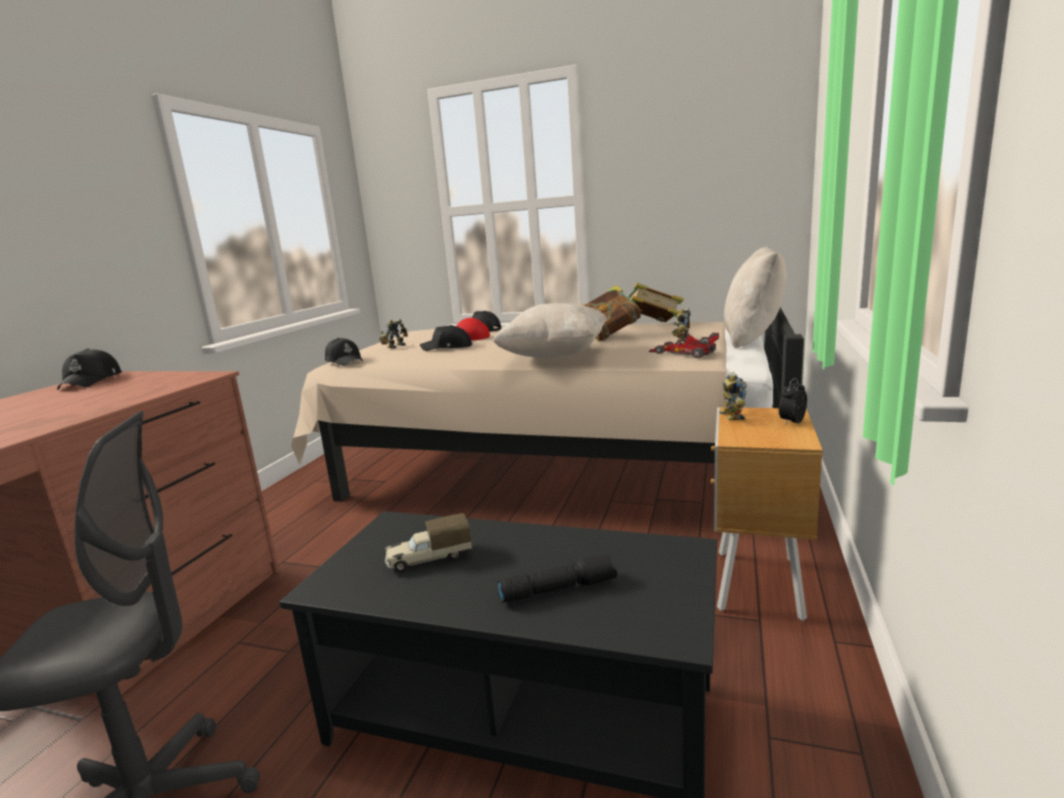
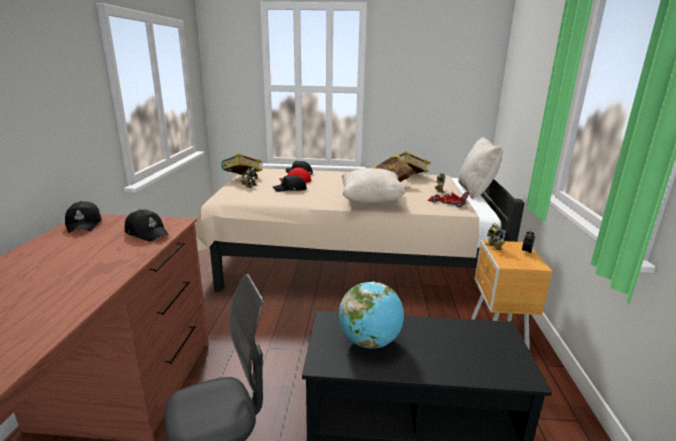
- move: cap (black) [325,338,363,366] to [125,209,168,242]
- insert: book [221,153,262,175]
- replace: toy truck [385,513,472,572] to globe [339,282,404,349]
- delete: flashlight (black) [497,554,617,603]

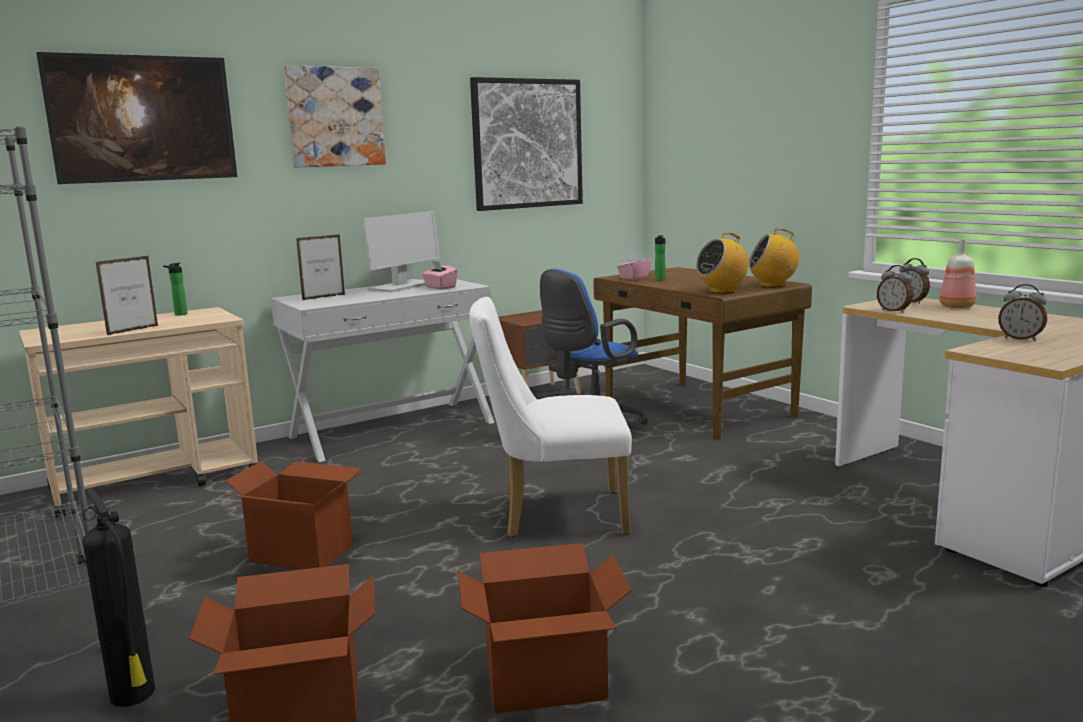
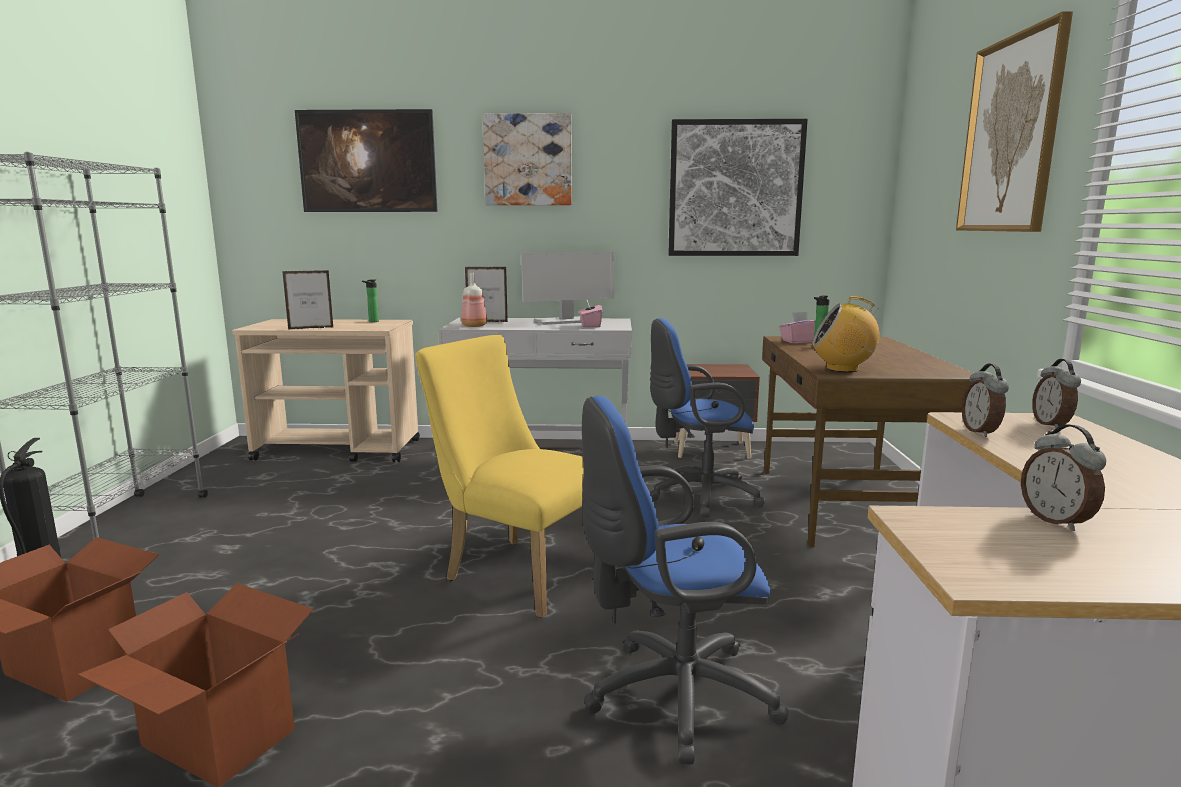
- recolor: chair (white) [469,297,632,537] to chair (yellow) [415,335,584,618]
- move: bottle [939,239,976,308] to [461,273,487,327]
- insert: office chair (blue) [582,396,789,764]
- insert: picture [956,11,1073,232]
- delete: cardboard box [222,461,362,570]
- delete: radio [748,228,799,287]

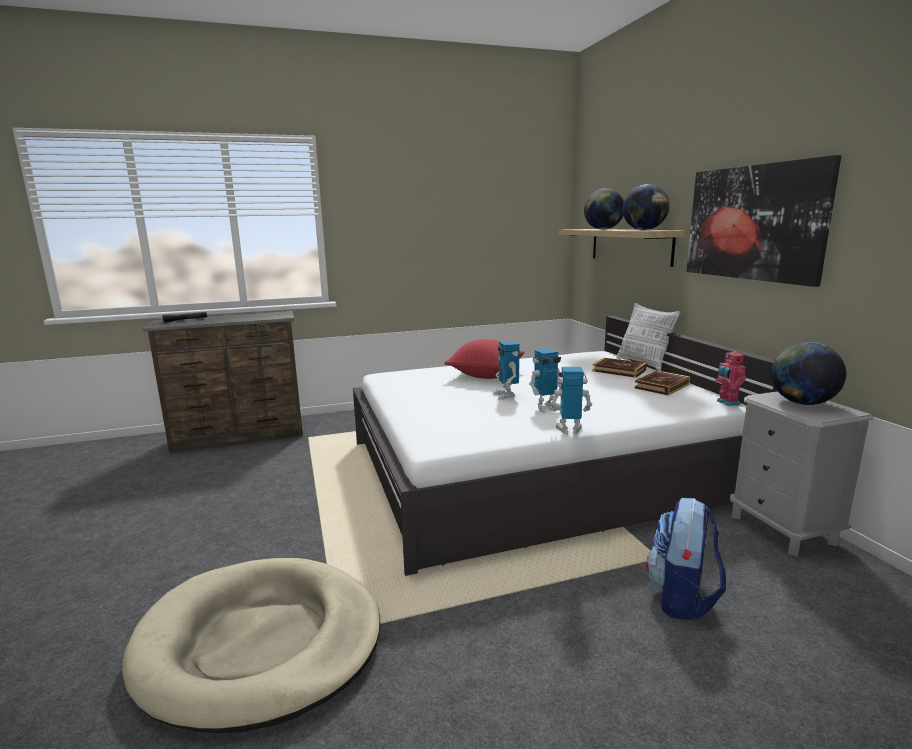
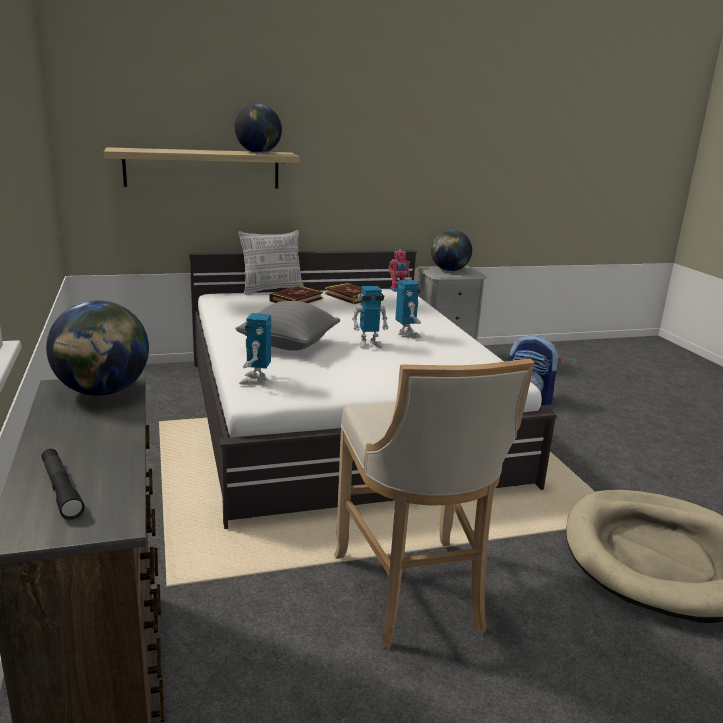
- move: globe [584,188,624,230] to [46,300,149,396]
- recolor: pillow (red) [445,339,524,379] to pillow (grey) [235,301,340,351]
- move: toy robot [549,367,592,434] to [239,313,272,385]
- insert: stool (beige) [334,358,535,648]
- delete: picture [687,155,842,287]

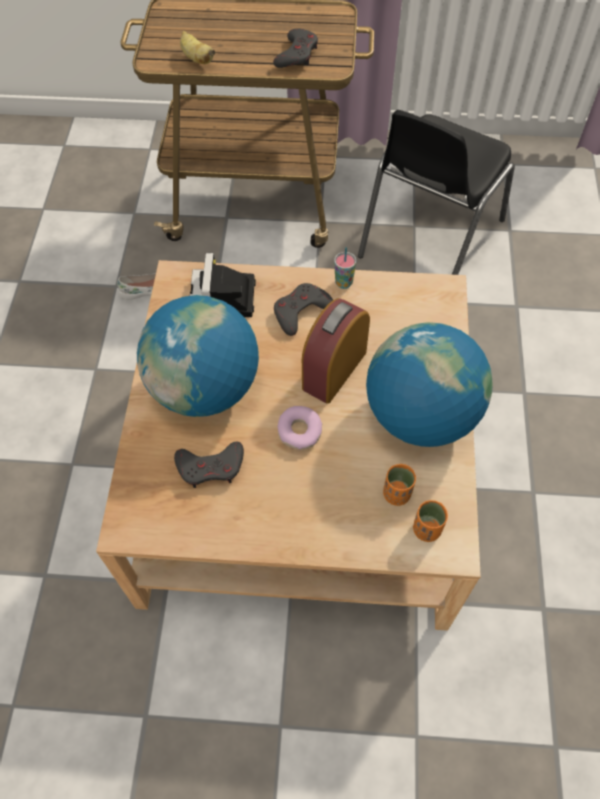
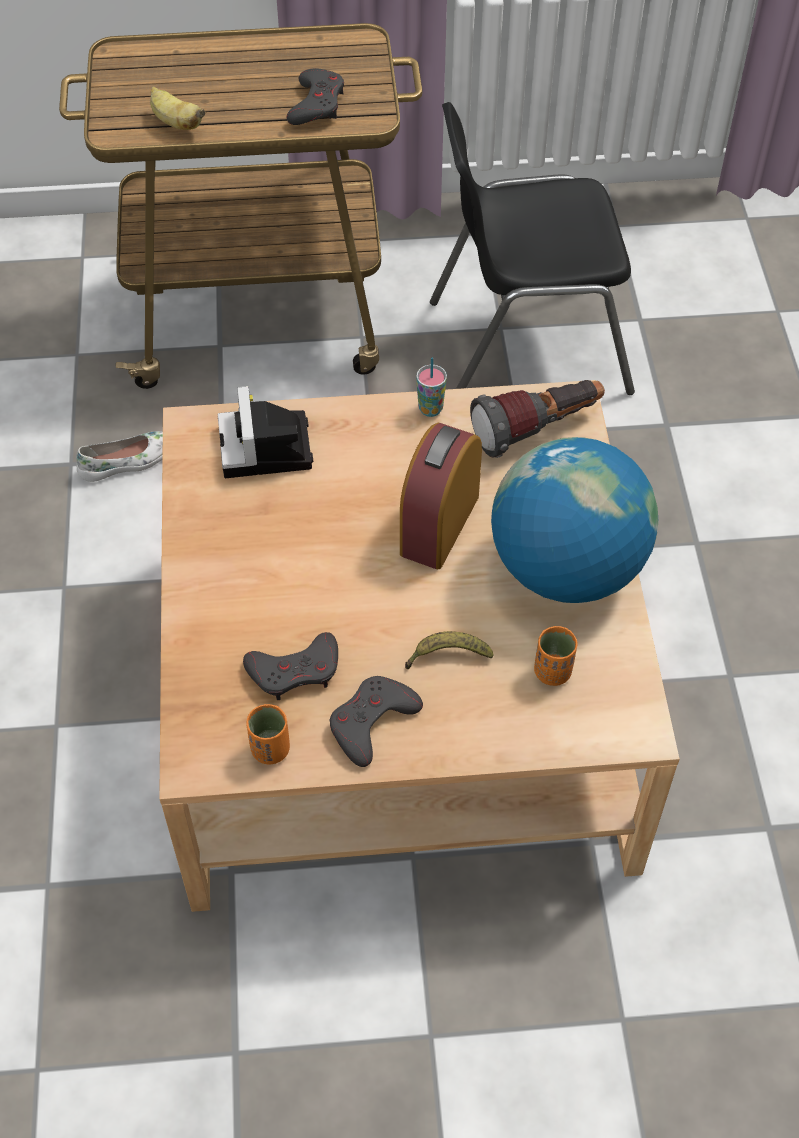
- move: cup (orange) [413,500,448,542] to [246,704,290,764]
- move: game controller (grey) [274,283,333,336] to [329,676,423,767]
- insert: banana [405,631,494,669]
- rotate: chair (black) [358,110,515,275] = [430,102,635,395] 60 degrees clockwise
- insert: flashlight [470,380,605,458]
- delete: globe [137,295,259,417]
- delete: donut [278,406,322,450]

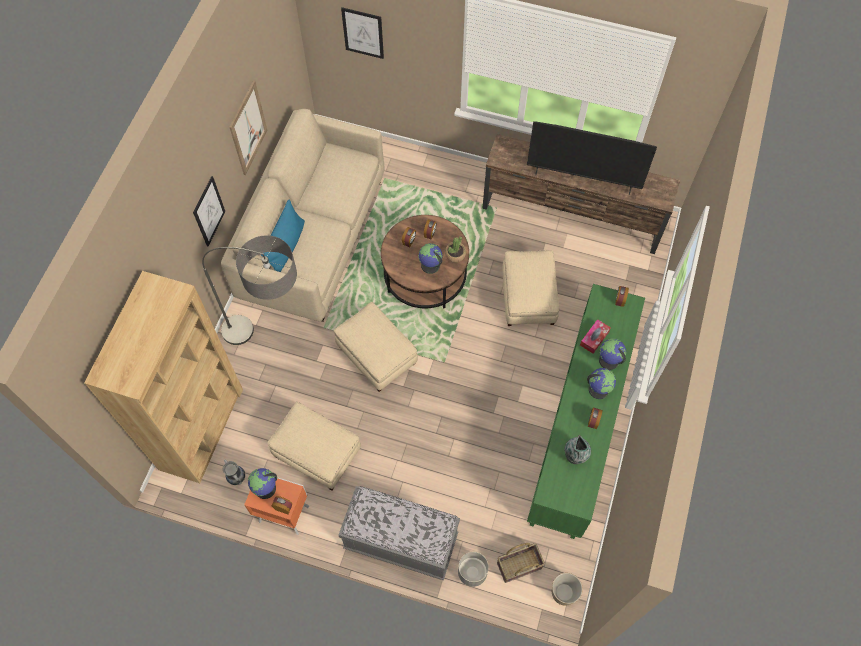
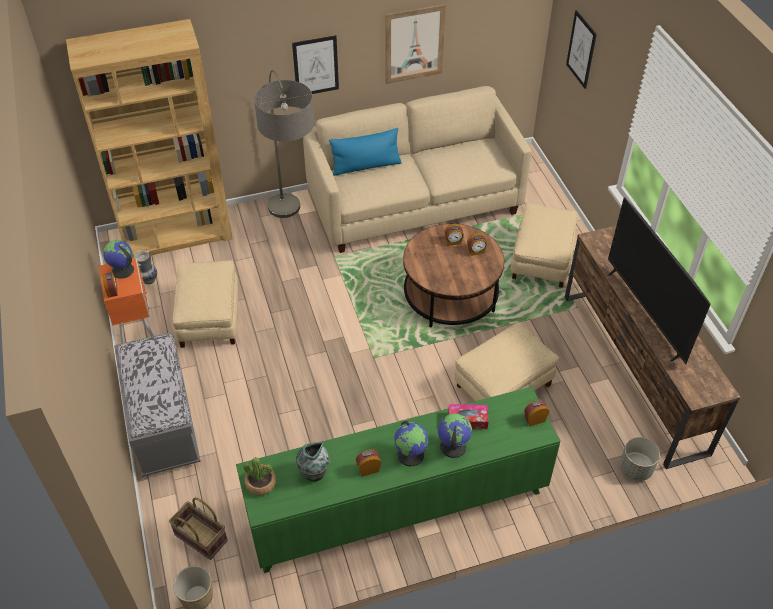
- move: potted plant [445,236,466,262] to [244,457,276,495]
- move: ottoman (beige) [334,302,418,392] to [511,203,578,288]
- move: planter (grey) [458,552,489,587] to [620,437,660,481]
- delete: globe [418,243,443,274]

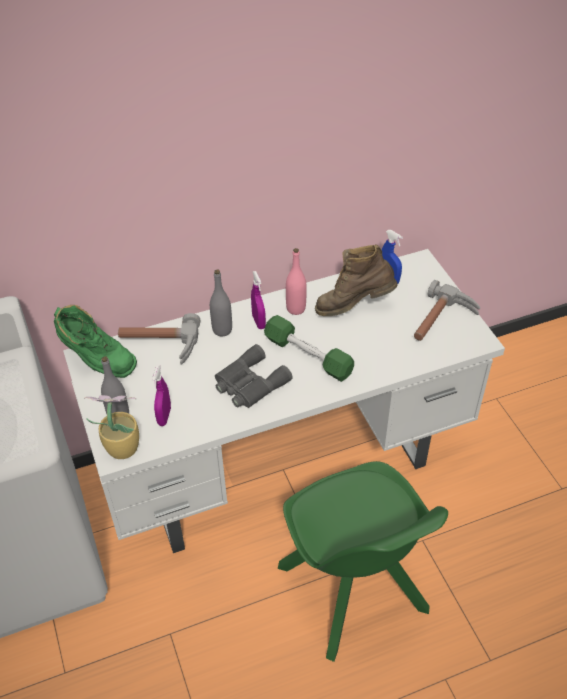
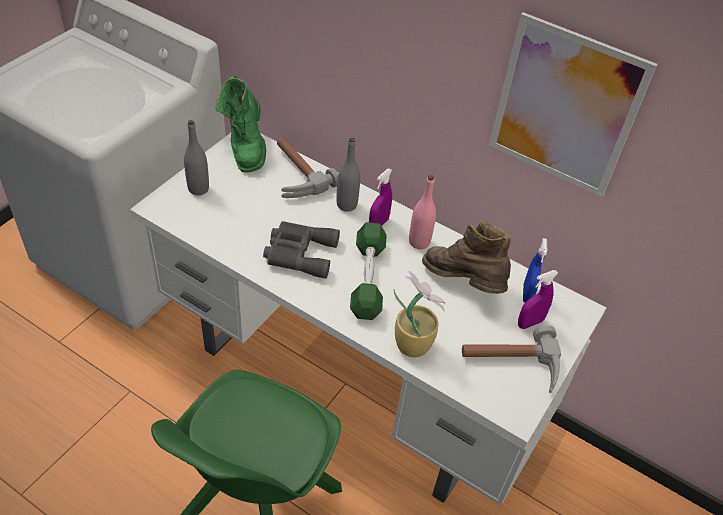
- move: potted plant [84,395,139,459] to [394,271,445,357]
- insert: picture [489,12,657,197]
- move: spray bottle (purple) [152,365,171,426] to [518,270,558,329]

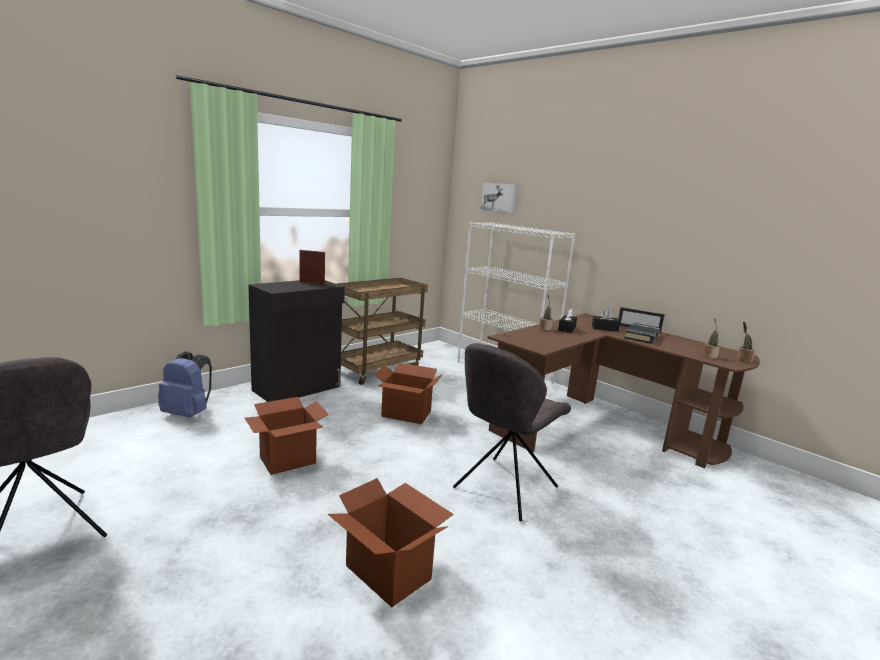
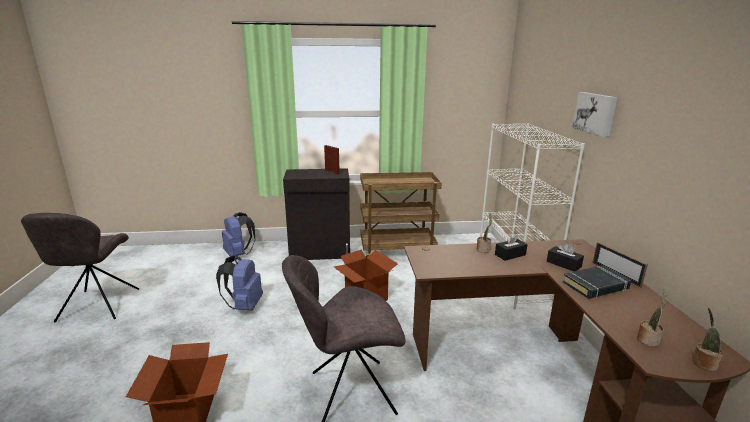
- replace: cardboard box [245,397,329,475] to backpack (blue) [216,255,263,310]
- move: picture [481,182,517,214] to [572,92,617,138]

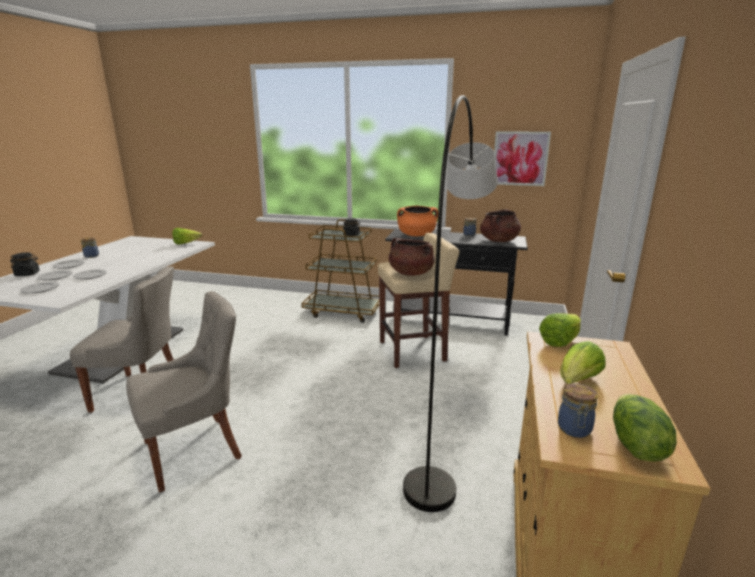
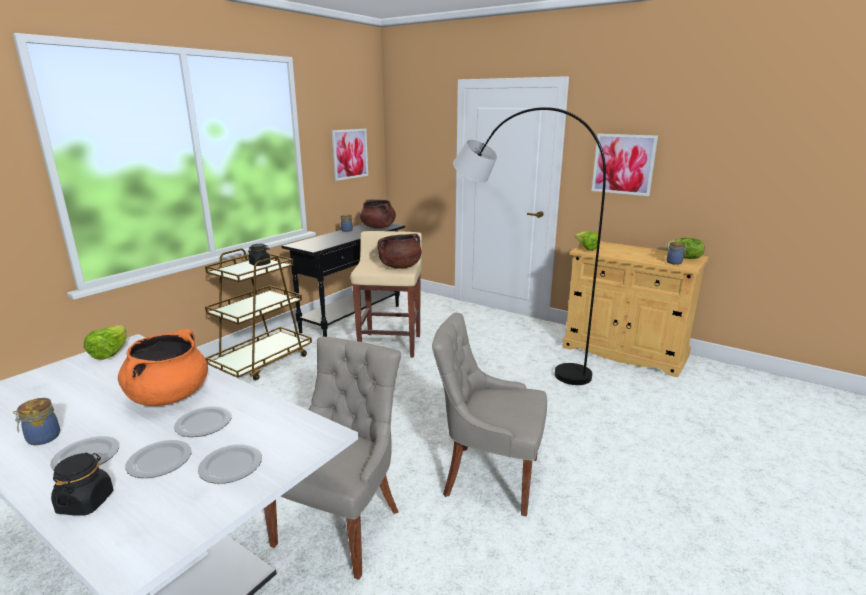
- move: cooking pot (orange) [397,206,438,236] to [118,329,208,406]
- rotate: chair (grey) [126,291,242,493] = [432,313,547,516] 60 degrees counterclockwise
- insert: picture [592,134,658,196]
- delete: lettuce [560,341,606,384]

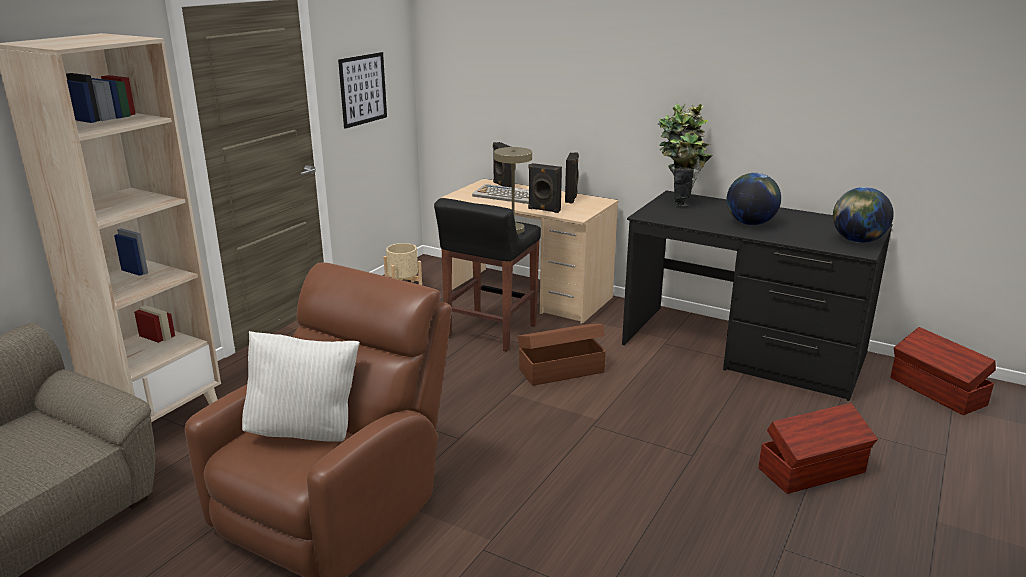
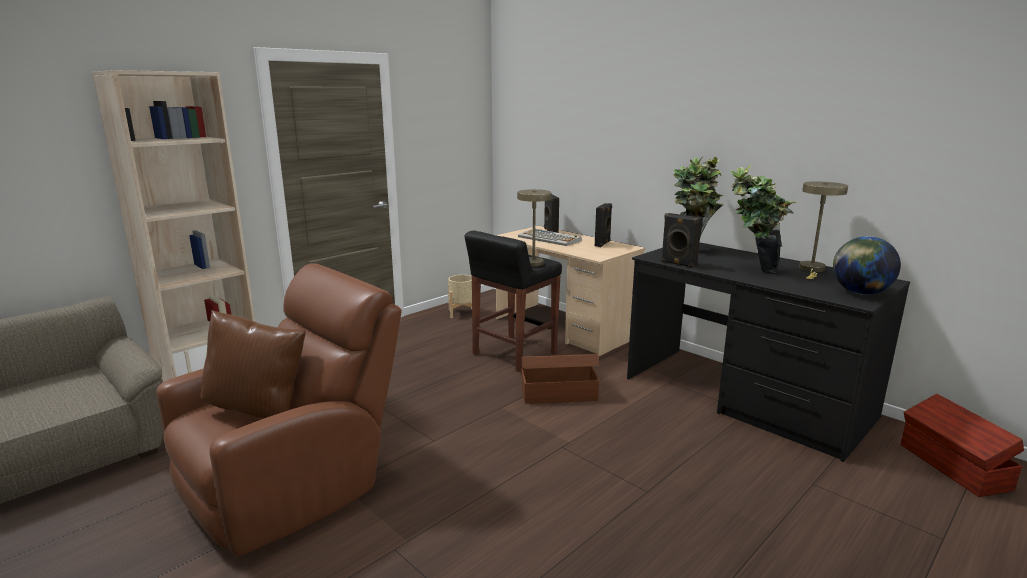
- recolor: pillow (white) [242,331,360,442] to pillow (brown) [201,310,306,419]
- move: speaker (black) [528,163,562,213] to [661,213,702,268]
- replace: globe [727,173,781,225] to potted plant [730,165,797,274]
- insert: table lamp (beige) [799,181,848,279]
- delete: picture [338,52,387,129]
- delete: storage box (brown) [759,403,878,494]

